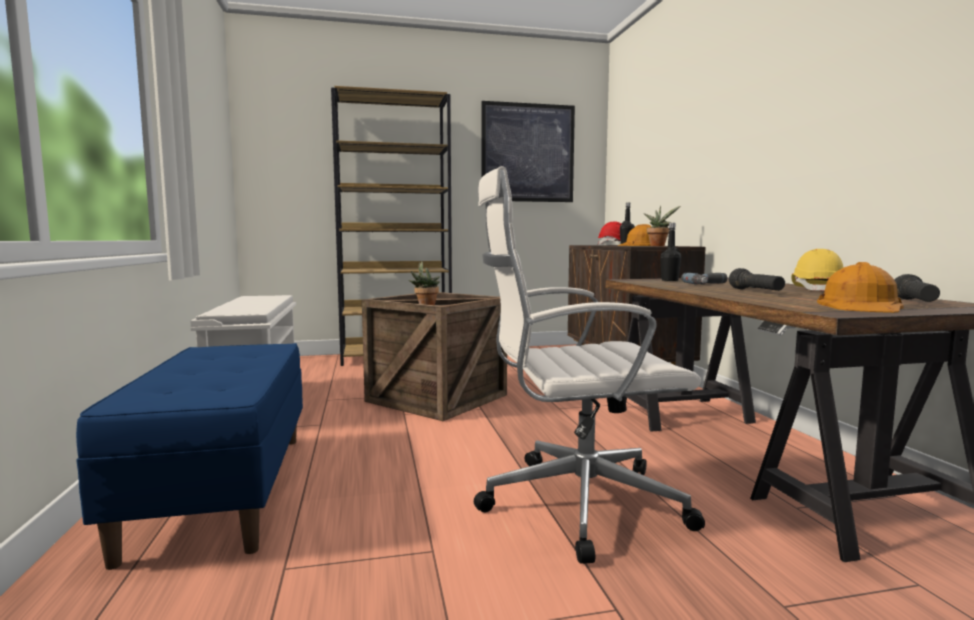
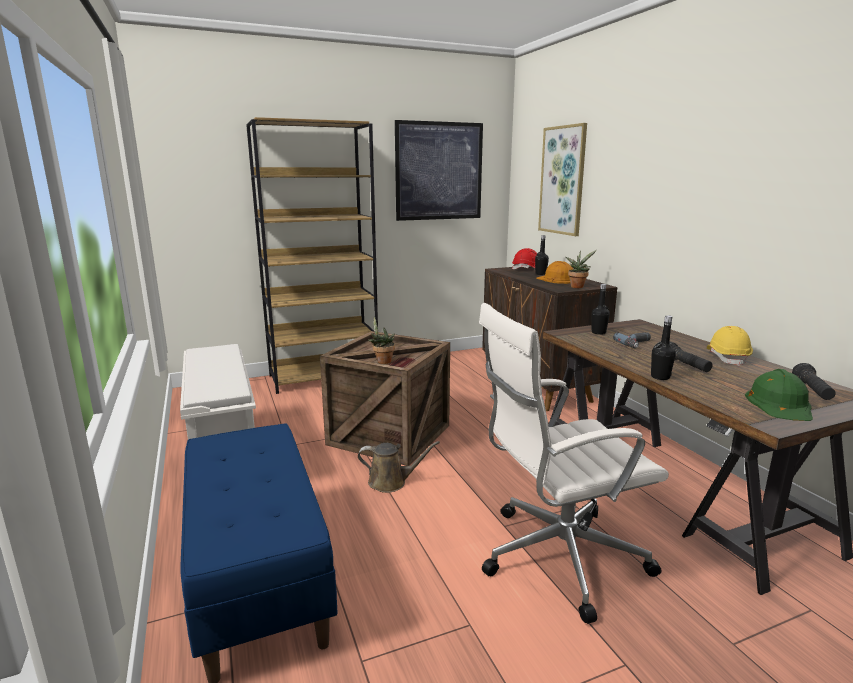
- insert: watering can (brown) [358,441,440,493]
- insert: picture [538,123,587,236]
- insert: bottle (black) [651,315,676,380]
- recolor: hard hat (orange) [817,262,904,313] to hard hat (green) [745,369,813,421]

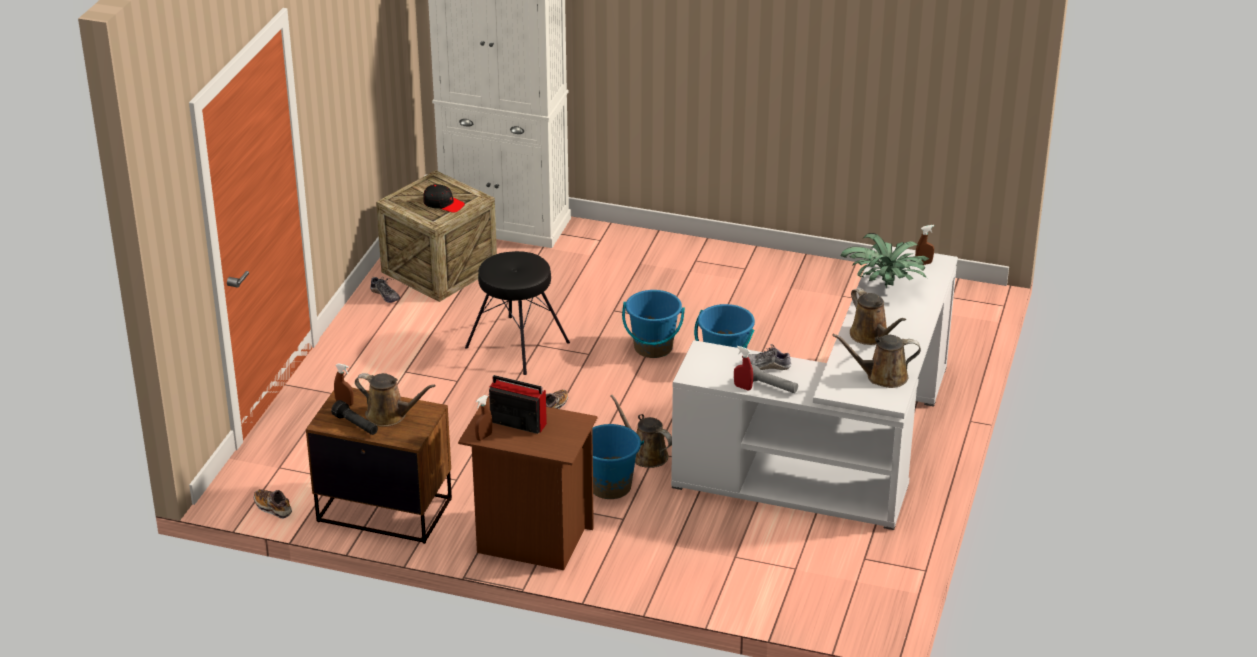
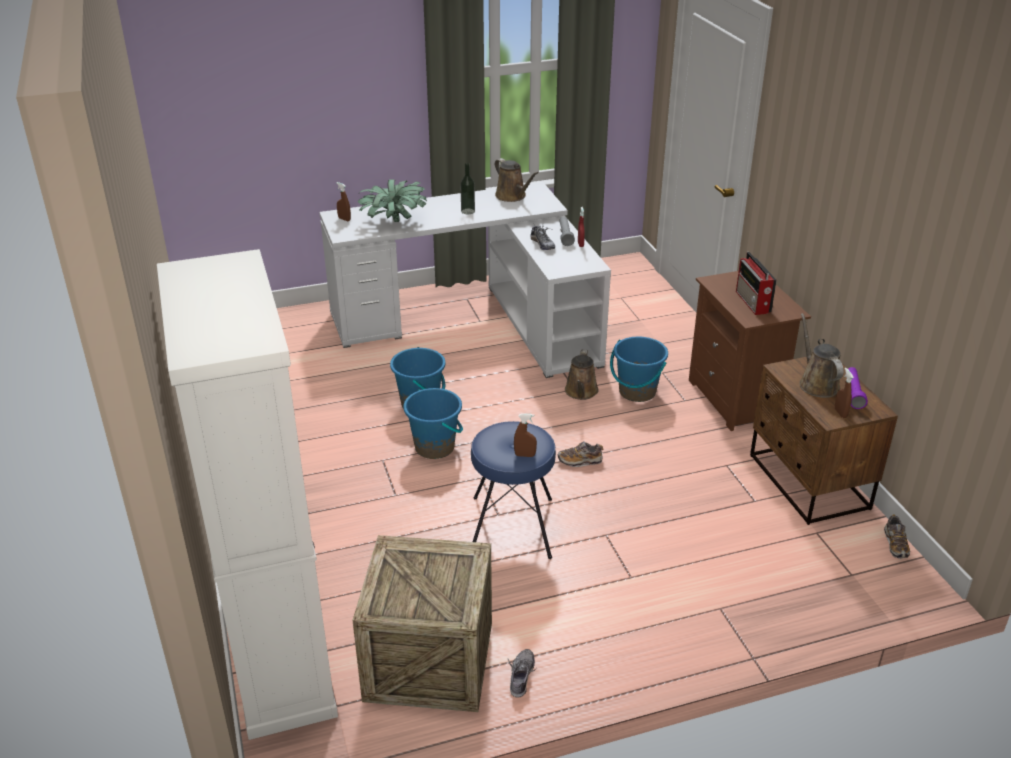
- replace: watering can (brown) [850,288,906,345] to bottle [460,163,475,214]
- recolor: stool (black) [465,251,570,375] to stool (blue) [471,421,556,559]
- move: spray bottle (brown) [475,395,492,441] to [514,413,537,457]
- recolor: flashlight (black) [331,400,378,435] to flashlight (purple) [848,367,868,409]
- delete: cap (black) [423,184,465,212]

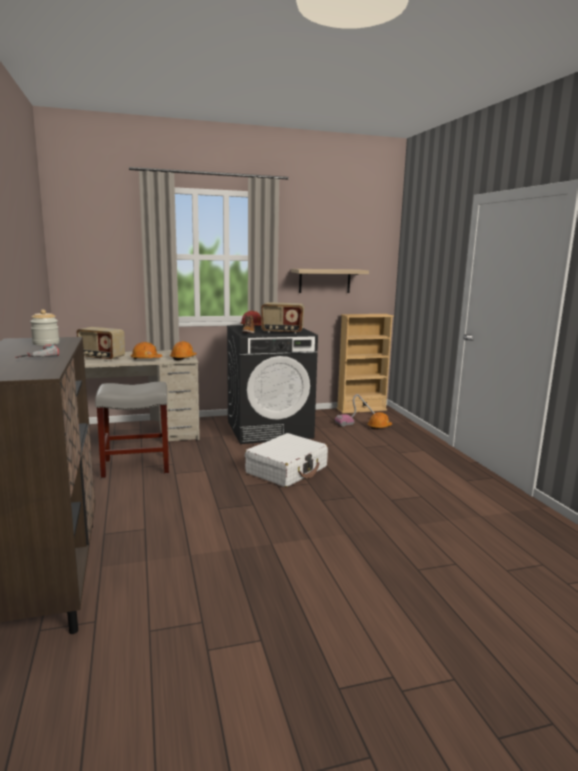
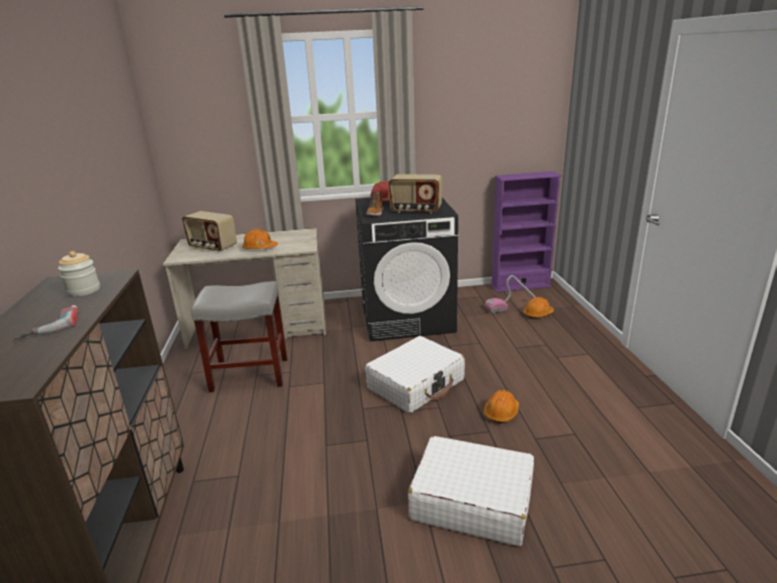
- insert: suitcase (white) [408,436,534,546]
- move: hard hat (orange) [170,341,197,360] to [484,390,519,423]
- recolor: bookcase (beige) [337,314,394,414] to bookcase (purple) [491,171,562,292]
- delete: shelf [291,269,369,293]

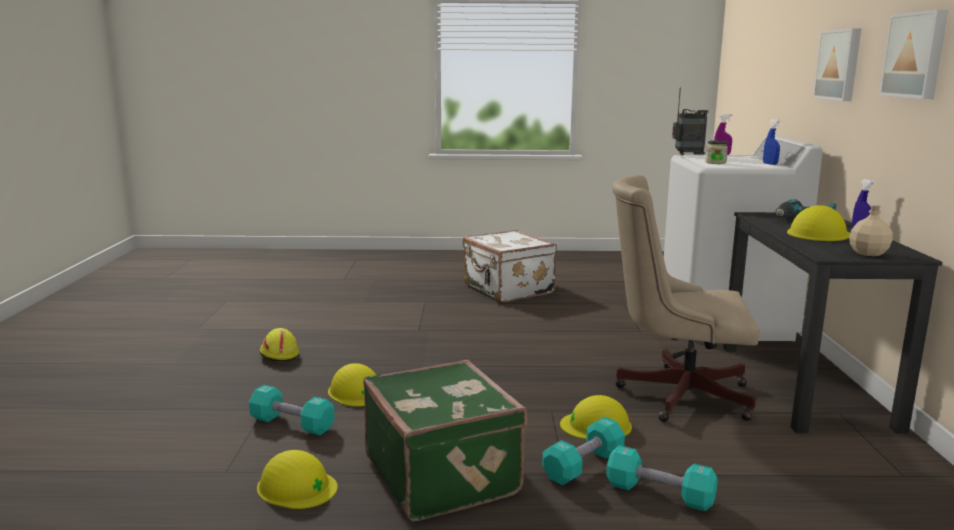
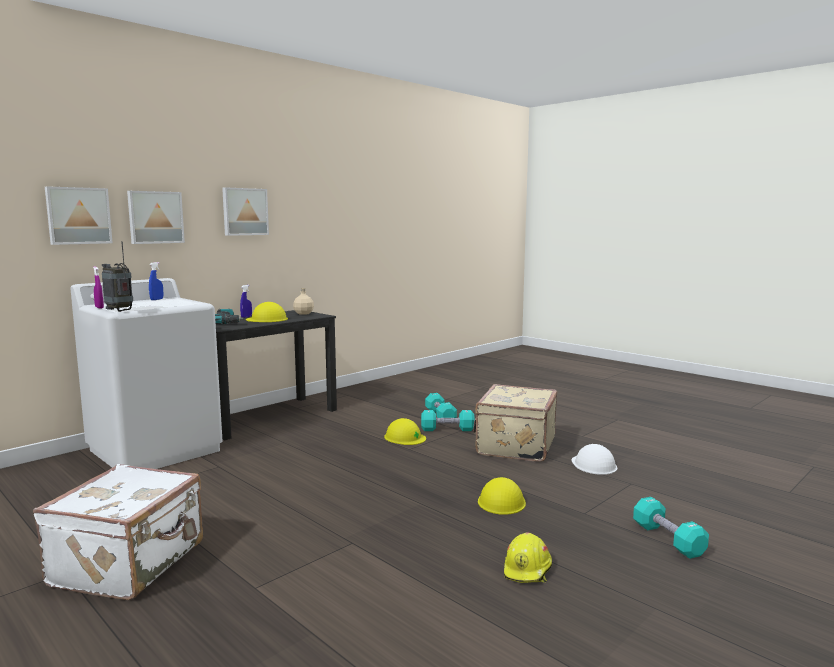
- insert: picture [45,186,113,245]
- recolor: suitcase (green) [363,360,527,521] to suitcase (beige) [473,384,557,462]
- recolor: hard hat (yellow) [257,450,338,509] to hard hat (white) [572,444,617,475]
- move: dumbbell (turquoise) [249,385,335,435] to [633,497,709,559]
- delete: office chair (beige) [612,175,759,422]
- delete: jar [705,140,728,164]

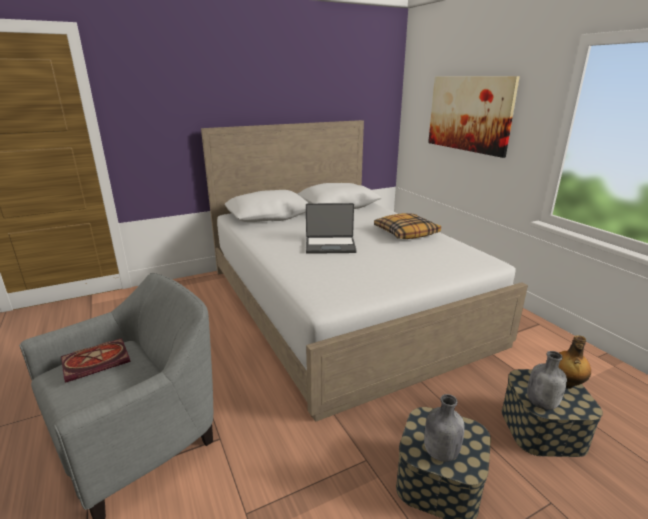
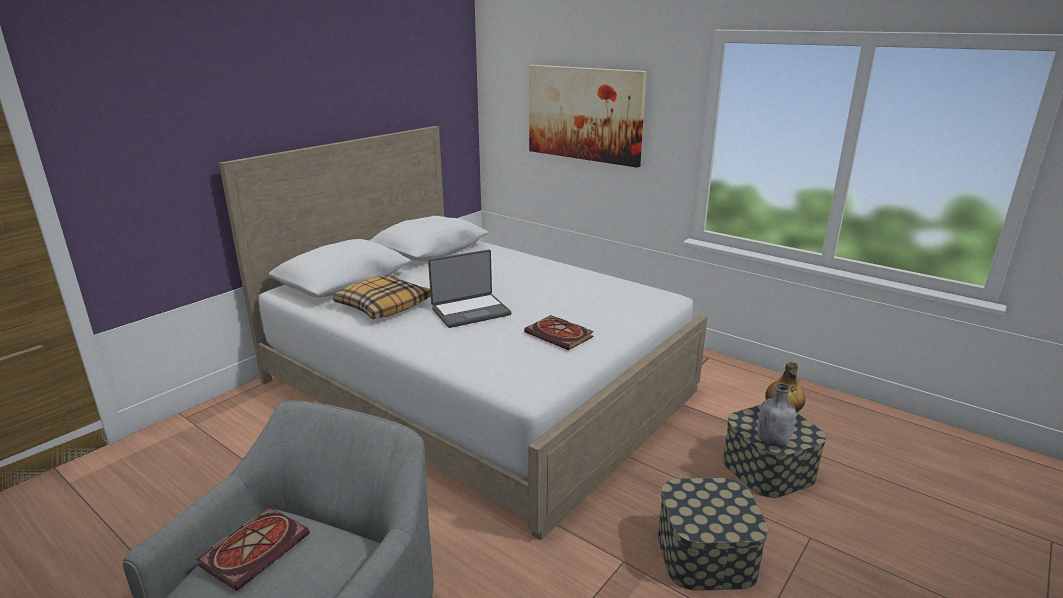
- move: pillow [374,213,441,239] to [333,274,430,319]
- insert: book [524,315,594,350]
- delete: bottle (grey) [424,394,465,462]

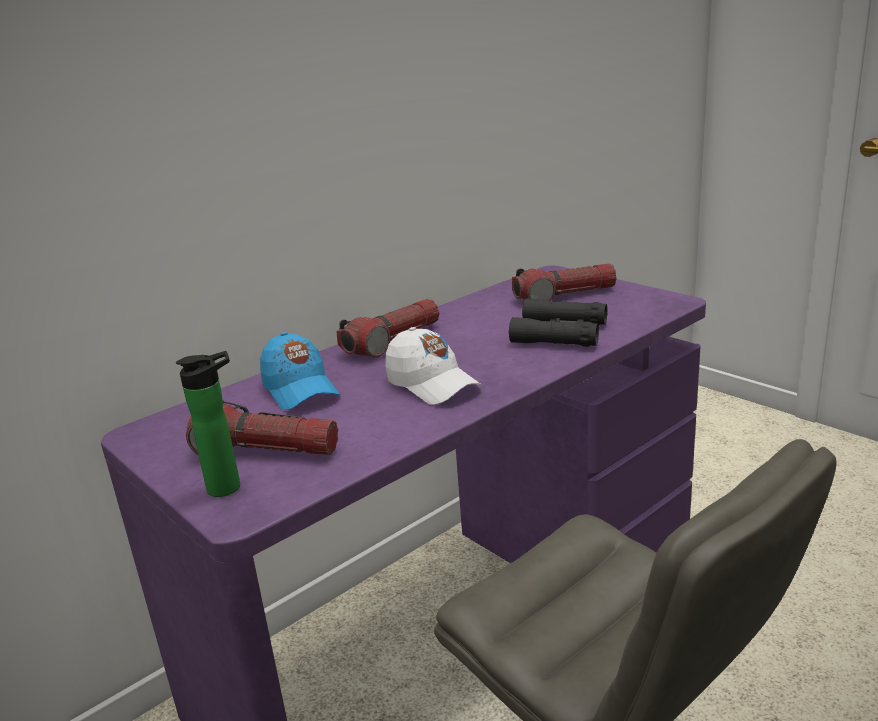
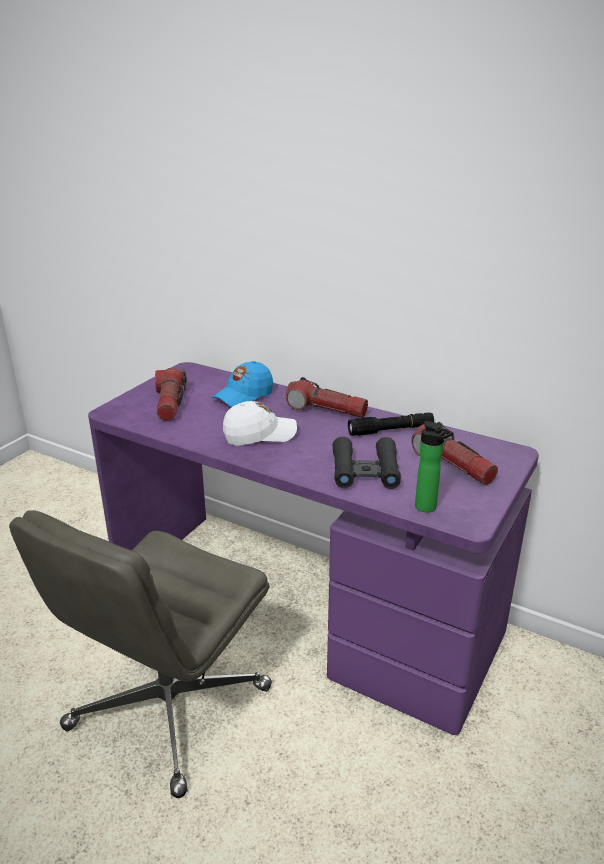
- rotate: cap (white) [385,327,481,405] = [223,401,297,446] 135 degrees counterclockwise
- insert: flashlight (black) [348,412,434,436]
- move: bottle [176,351,240,497] to [415,421,453,512]

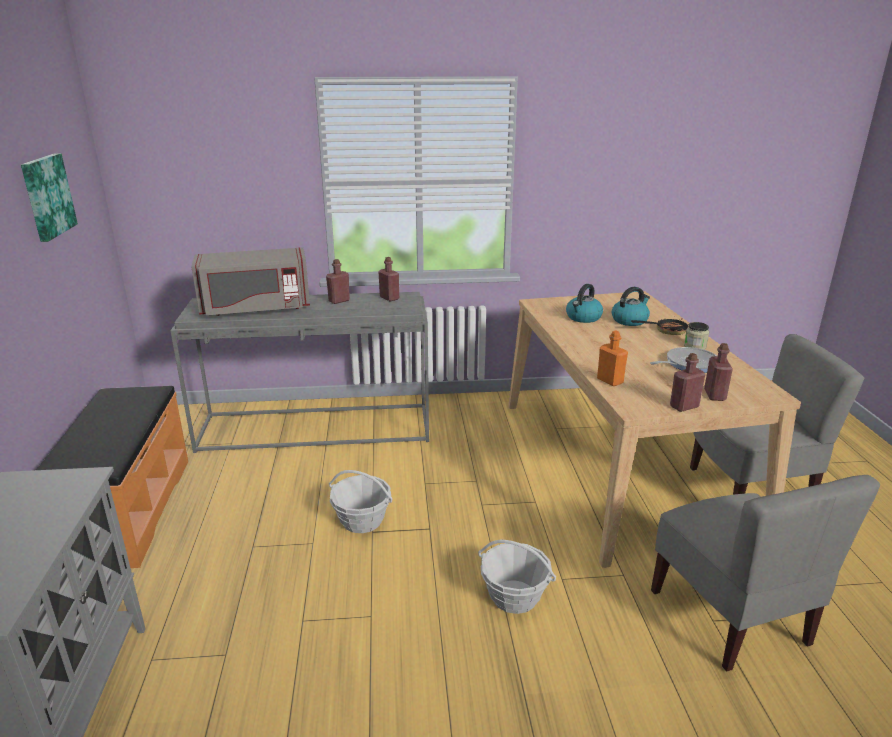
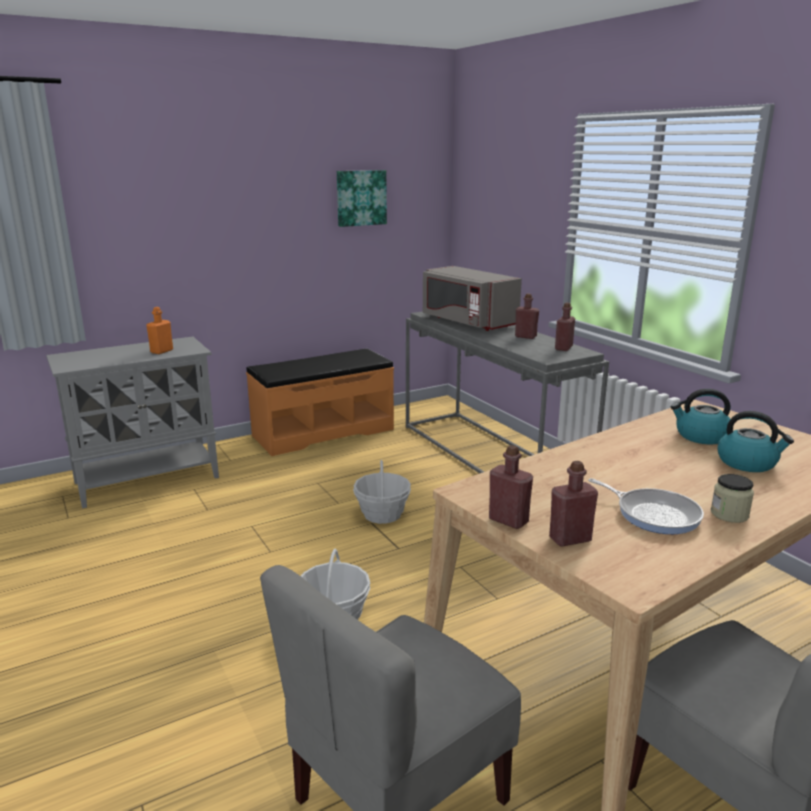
- move: bottle (orange) [597,330,628,386] to [146,307,173,354]
- delete: frying pan [631,318,688,335]

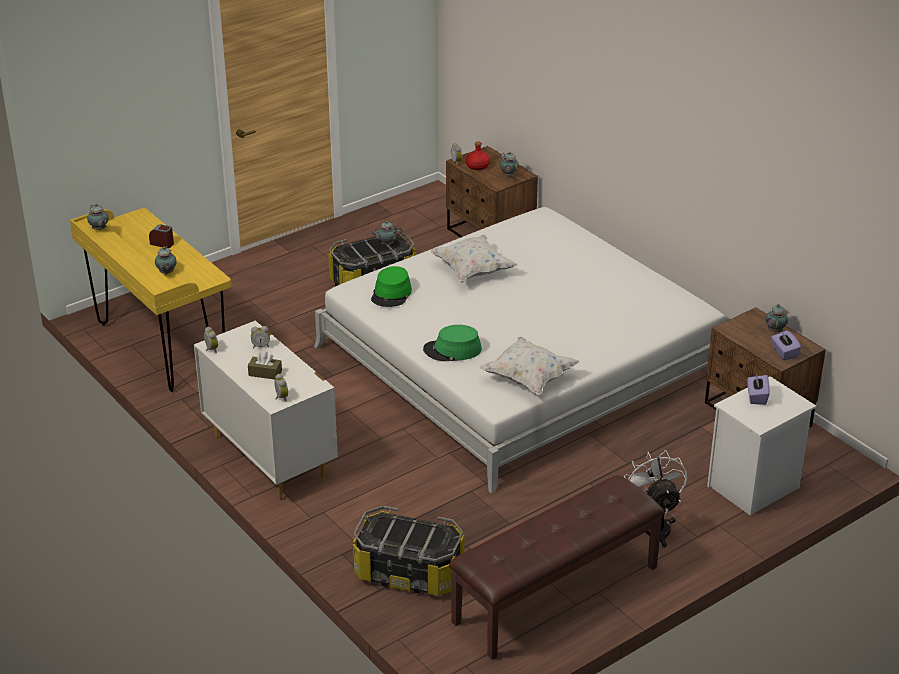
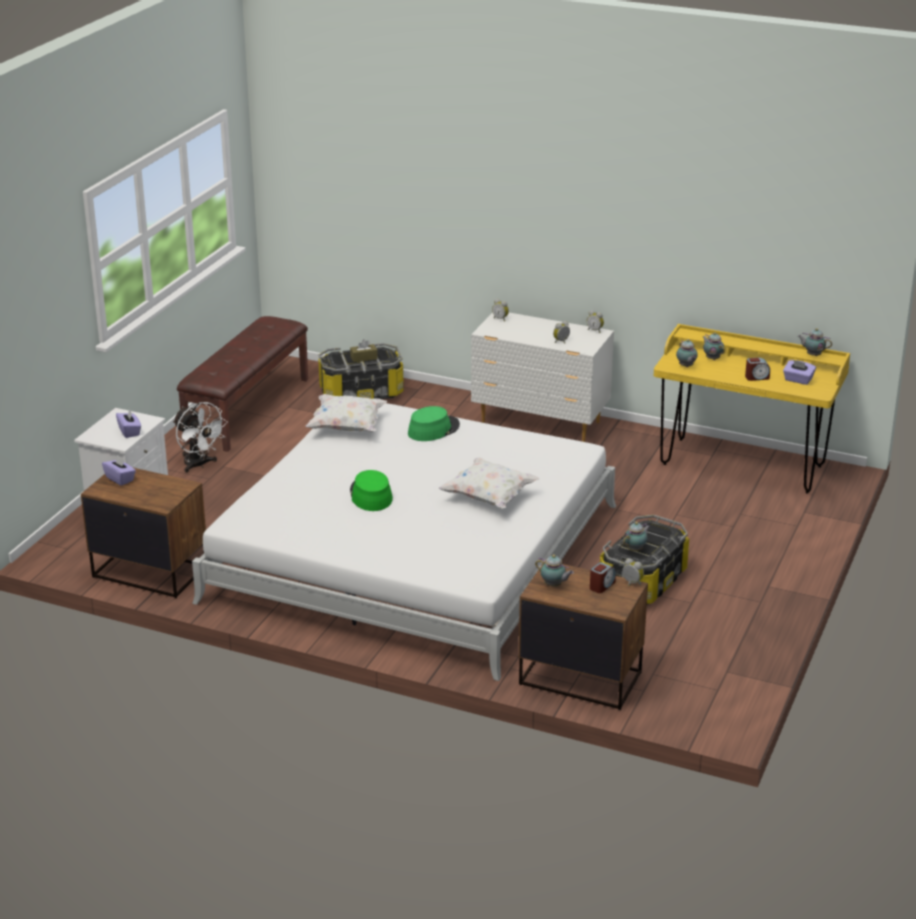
- move: tissue box (brown) [248,352,282,380] to [350,339,378,362]
- move: hat (green) [371,266,412,307] to [350,470,393,511]
- replace: bottle (red) [466,142,490,170] to alarm clock [590,562,616,593]
- move: teapot [766,304,788,332] to [676,339,698,367]
- insert: tissue box (purple) [783,360,816,385]

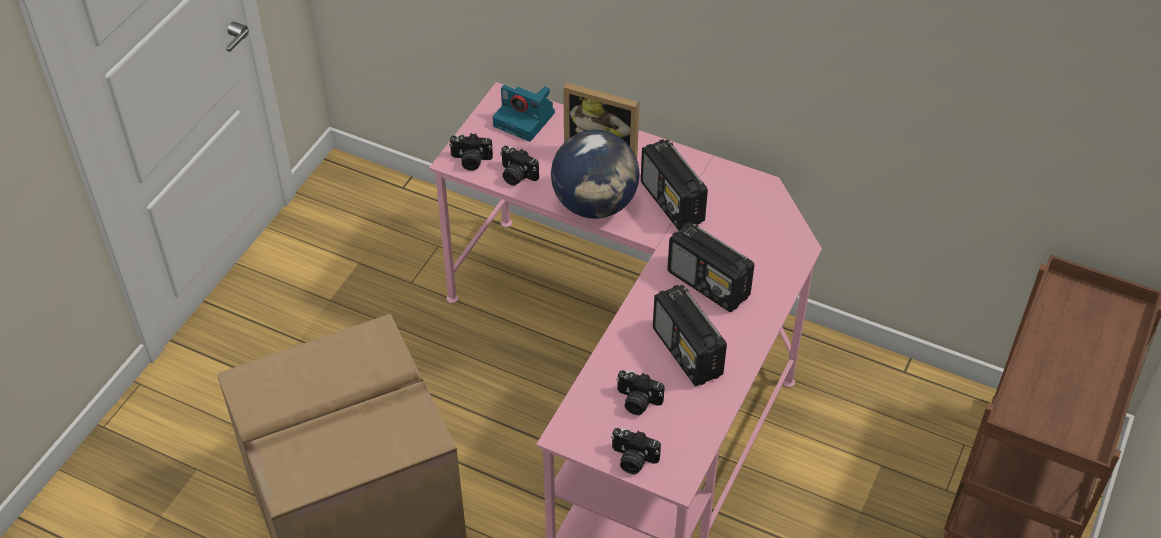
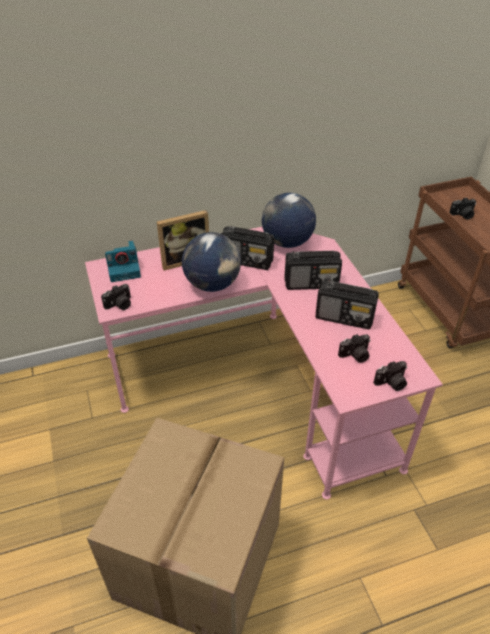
- insert: globe [262,193,316,248]
- move: photo camera [500,146,539,186] to [449,197,476,220]

